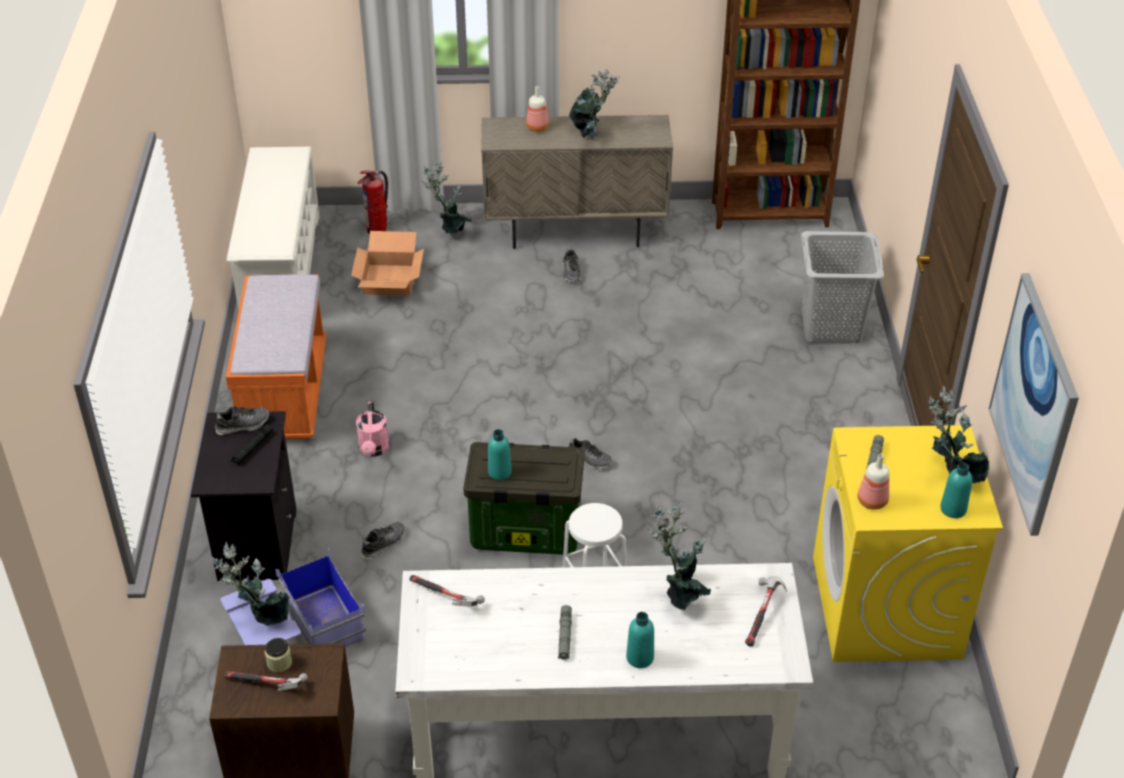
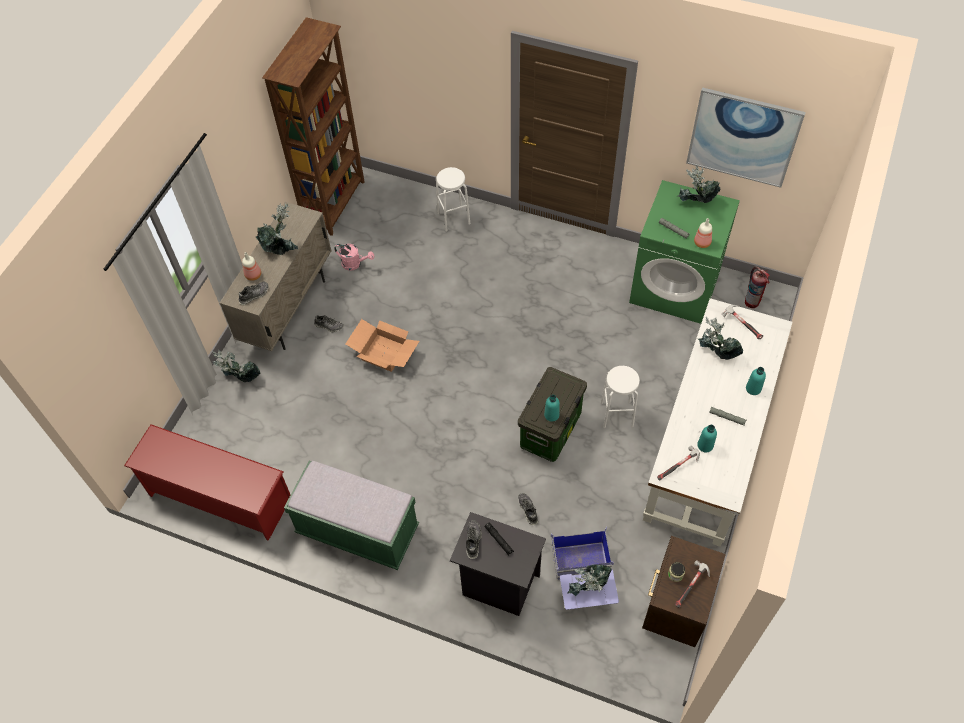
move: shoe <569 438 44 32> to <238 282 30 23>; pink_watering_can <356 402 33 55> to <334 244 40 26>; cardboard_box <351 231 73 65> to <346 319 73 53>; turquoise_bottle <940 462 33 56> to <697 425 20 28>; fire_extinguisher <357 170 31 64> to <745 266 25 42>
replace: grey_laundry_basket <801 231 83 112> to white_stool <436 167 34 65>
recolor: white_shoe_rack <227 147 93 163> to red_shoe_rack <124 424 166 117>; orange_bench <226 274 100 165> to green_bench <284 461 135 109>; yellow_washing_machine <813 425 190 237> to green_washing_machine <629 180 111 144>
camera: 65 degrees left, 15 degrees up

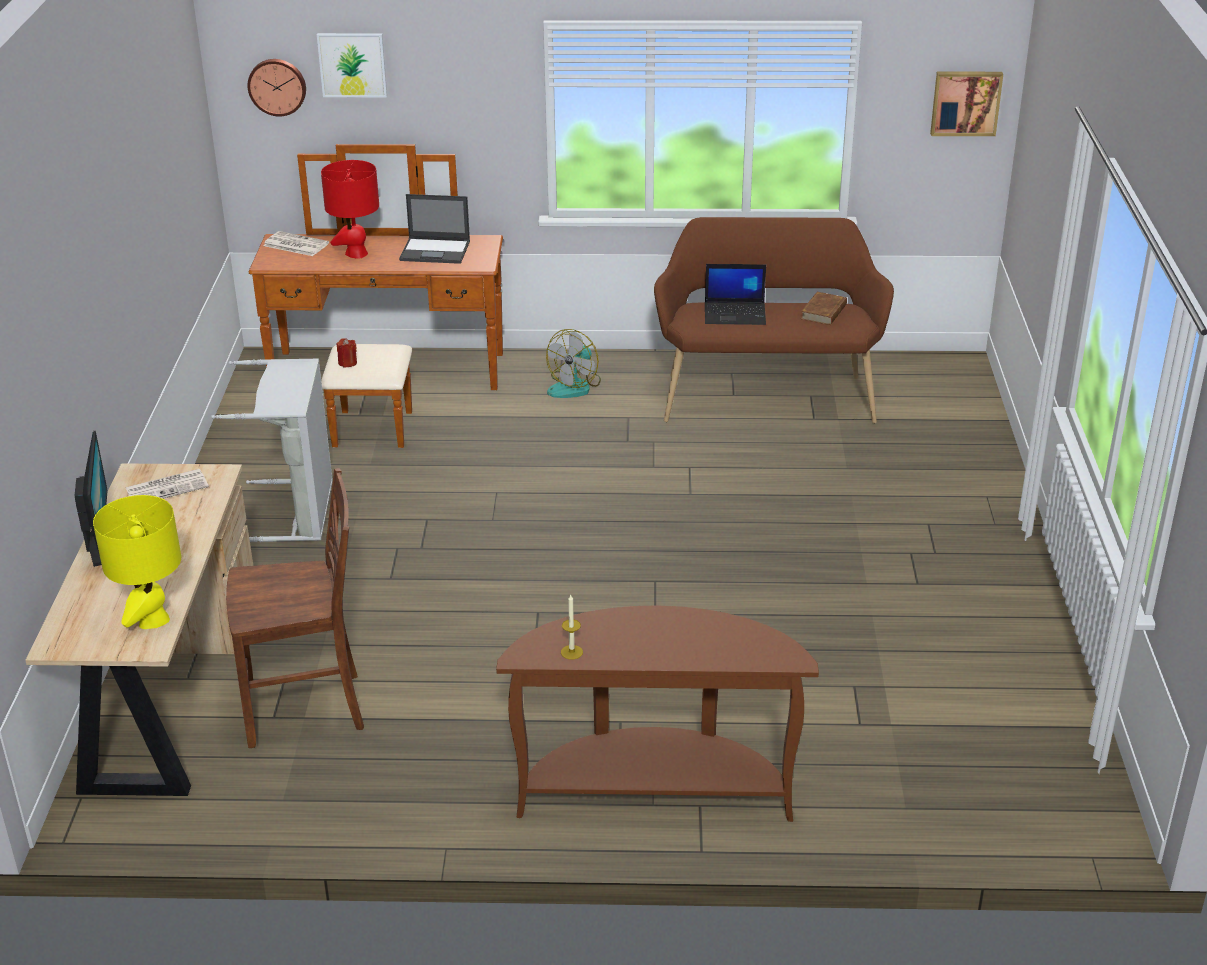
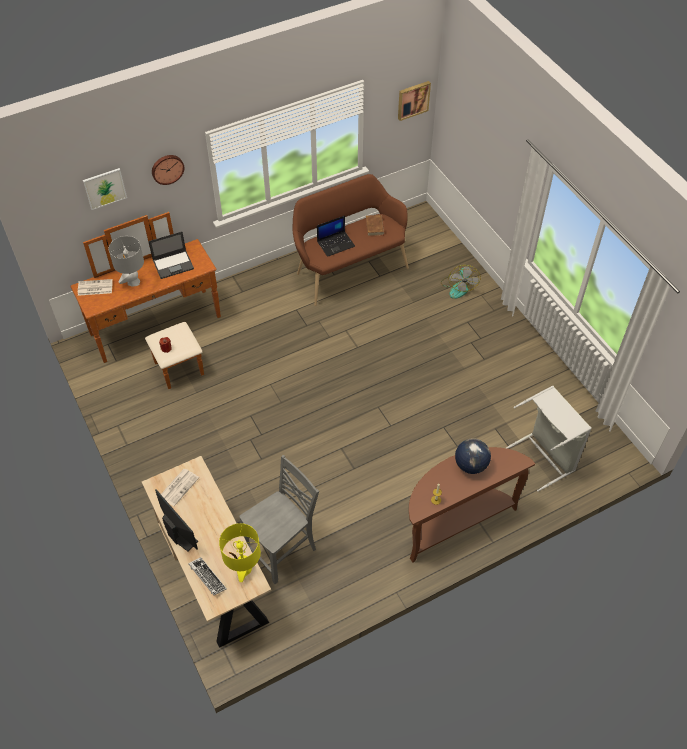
insert: keyboard <188 557 39 38>; globe <455 438 36 36>
move: wall_clock <248 59 58 58> to <152 155 32 30>; fan <546 329 55 69> to <441 265 40 34>; grey_laundry_basket <211 359 122 183> to <506 386 86 106>
recolor: red_table_lamp <321 160 58 99> to grey_table_lamp <109 236 35 51>; brown_chair <226 468 138 280> to grey_chair <239 455 80 129>
camera: 30 degrees left, 20 degrees up

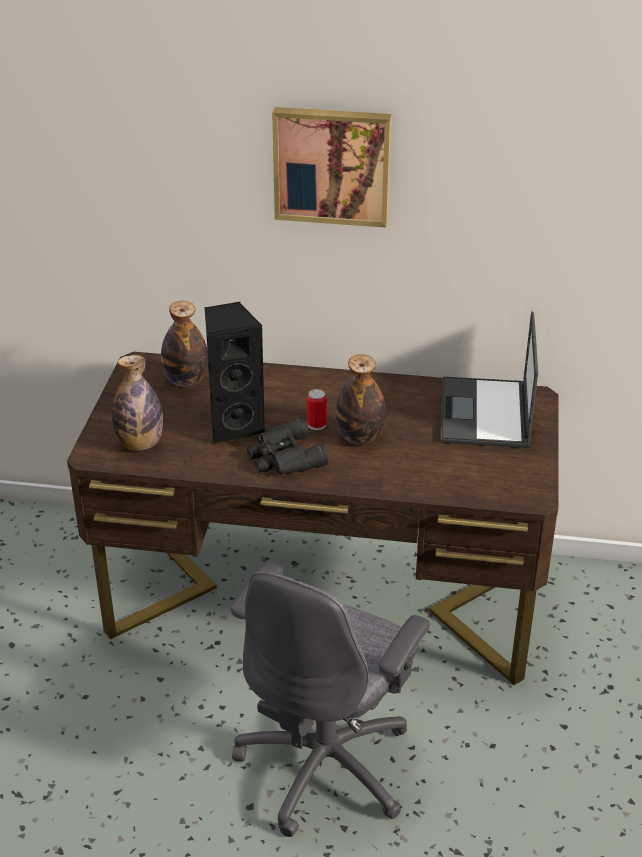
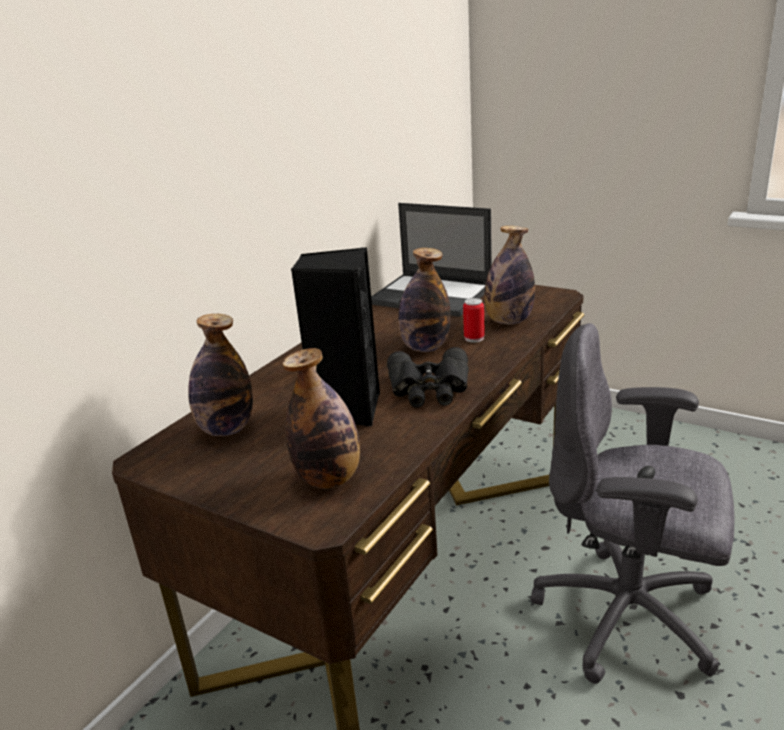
delete: picture <272 107 119 121>
insert: bottle <484 226 51 98>
move: can <307 389 20 41> to <463 298 22 44>
rotate: grey_office_chair <231 563 199 274> = <531 323 204 361> 150 degrees clockwise
camera: 65 degrees left, 10 degrees down

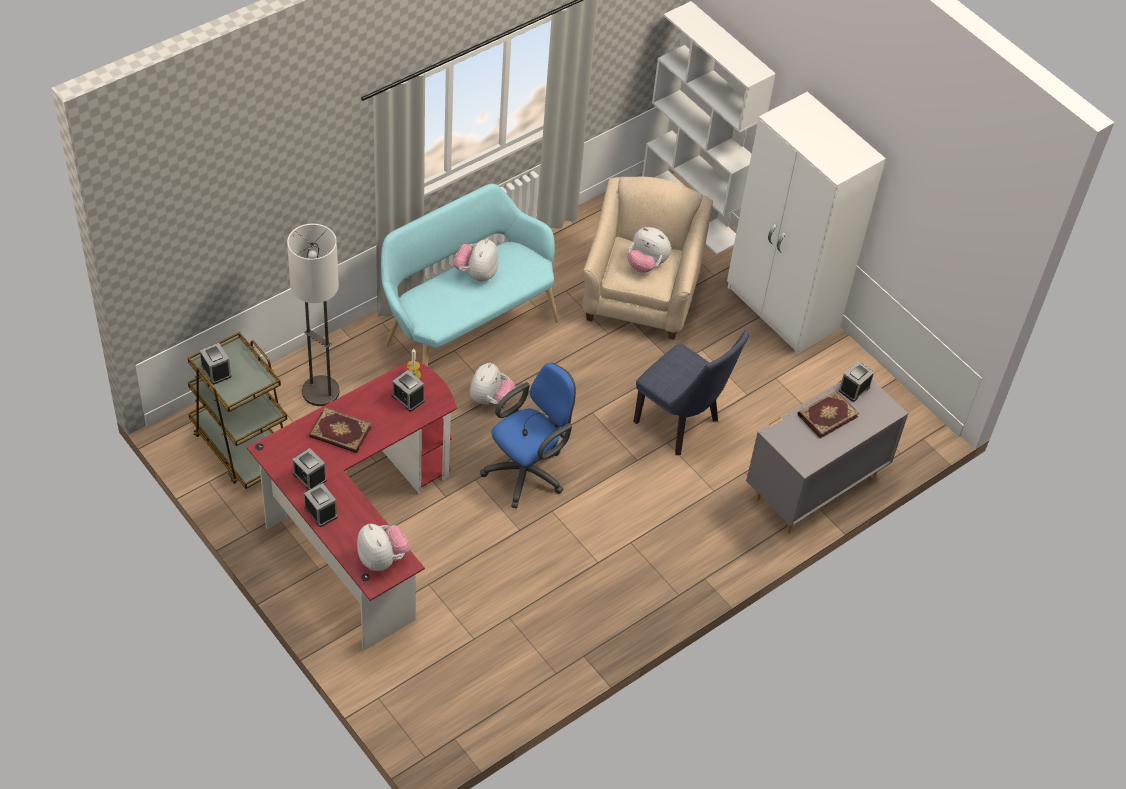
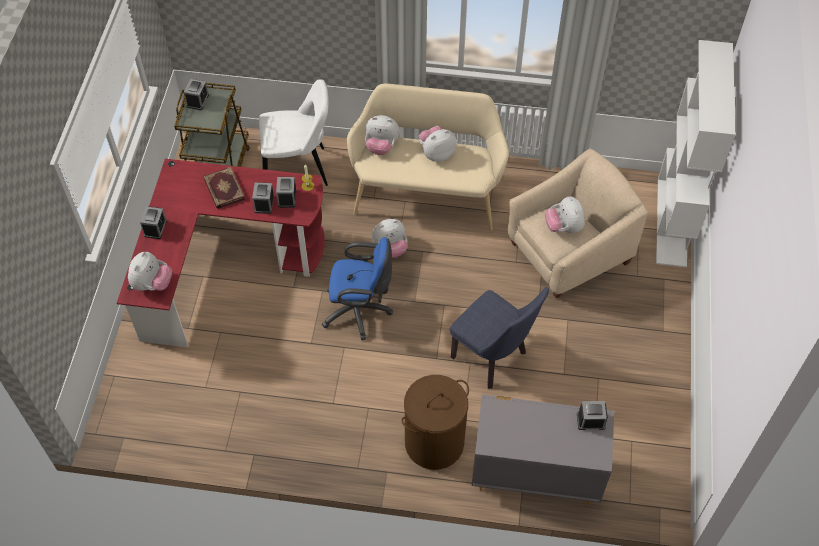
delete: white_wardrobe <727 92 159 262>; book <798 390 61 48>
insert: plush_toy <365 115 35 40>; brown_laundry_basket <401 375 68 95>
move: alarm_clock <292 448 35 42> to <252 182 22 32>
replace: floor_lamp <287 224 52 182> to white_chair <259 79 70 107>
recolor: turquoise_bench <381 184 178 183> to beige_bench <347 84 162 147>
rotate: blue_chair <633 330 117 125> = <450 287 99 102> 45 degrees counterclockwise
camera: 50 degrees right, 5 degrees up

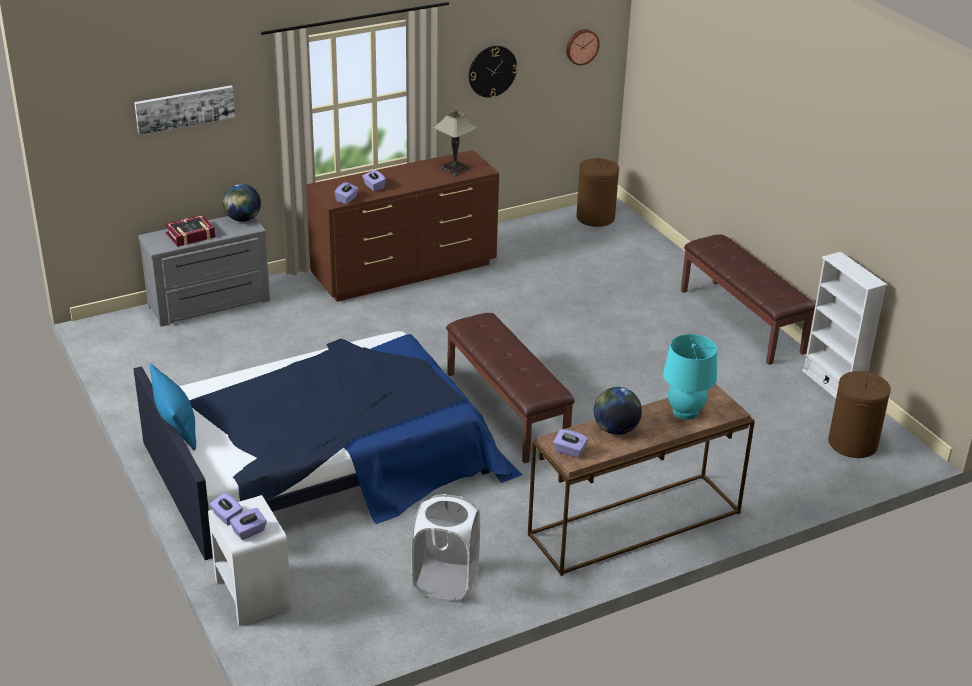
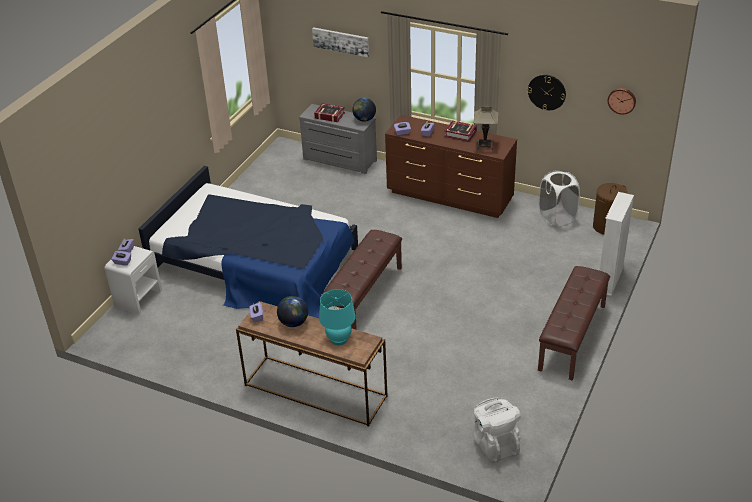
delete: blue_pillow <149 364 47 86>
insert: book <445 121 32 21>
move: white_laundry_basket <412 494 68 107> to <539 170 41 57>; white_bookcase <802 252 85 146> to <600 192 34 104>
replace: brown_laundry_basket <828 371 63 87> to white_backpack <474 398 47 64>
camera: 55 degrees right, 5 degrees up

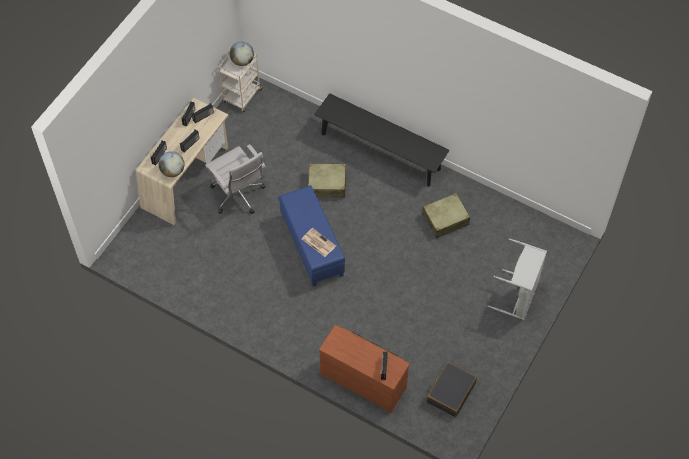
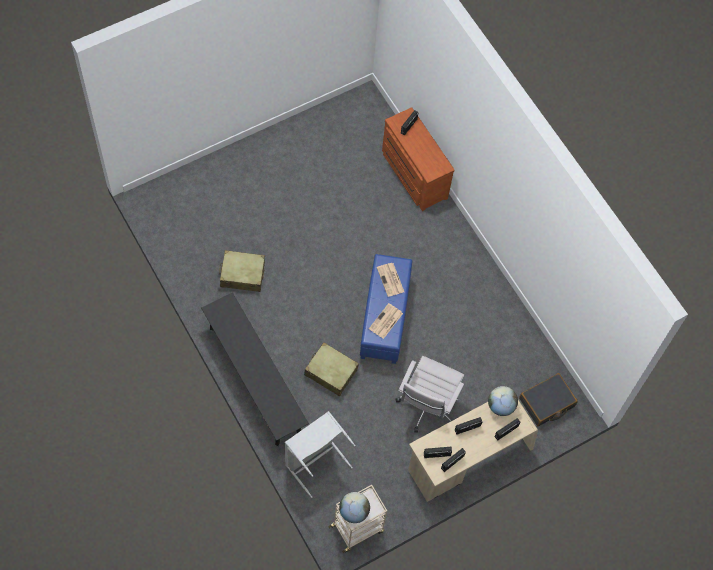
insert: newspaper <369 303 34 36>
move: grey_laundry_basket <488 238 59 82> to <285 411 71 87>; black_suitcase <427 362 50 55> to <519 373 59 53>
rotate: white_office_chair <205 144 61 70> = <395 356 69 77> 150 degrees counterclockwise
camera: 155 degrees left, 5 degrees up

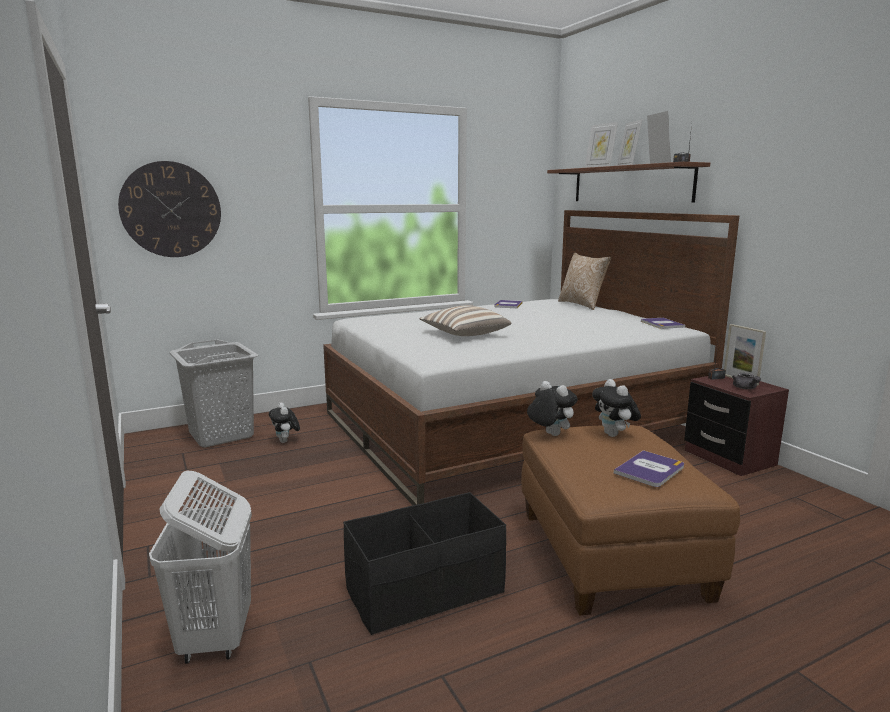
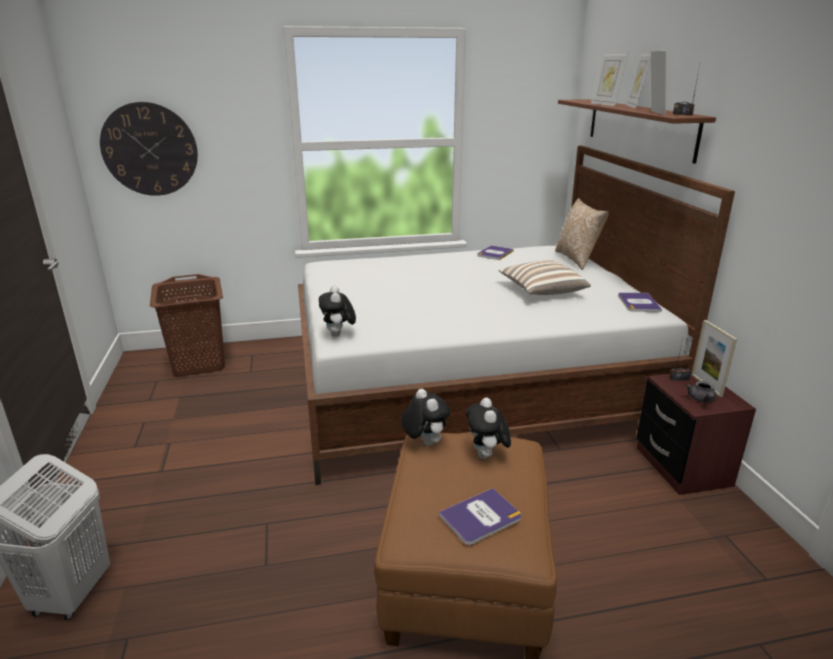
delete: black_storage_box <343 492 163 143>
move: plush_toy <269 402 31 41> to <319 286 37 51>; pillow <420 305 92 31> to <499 260 92 35>
recolor: grey_laundry_basket <169 339 89 108> to brown_laundry_basket <150 274 75 103>
camera: 15 degrees right, 10 degrees up

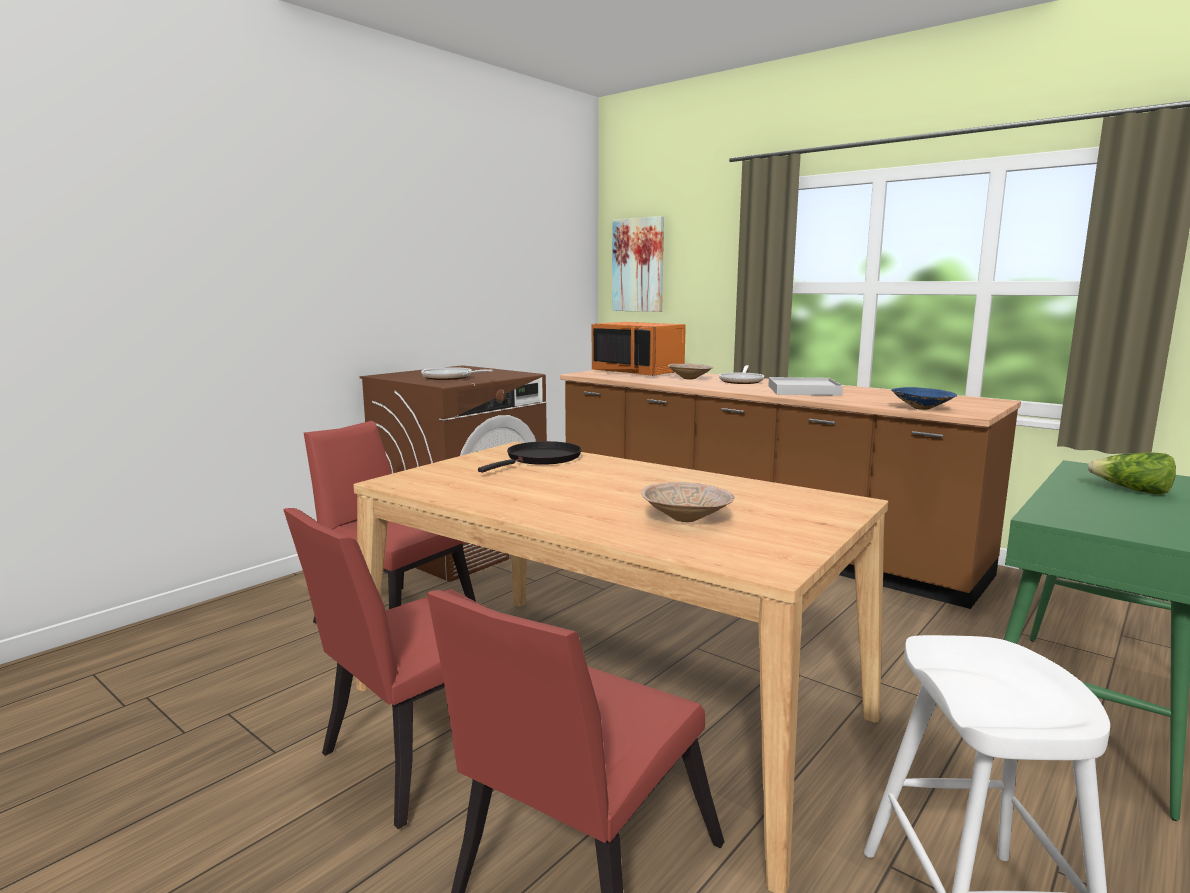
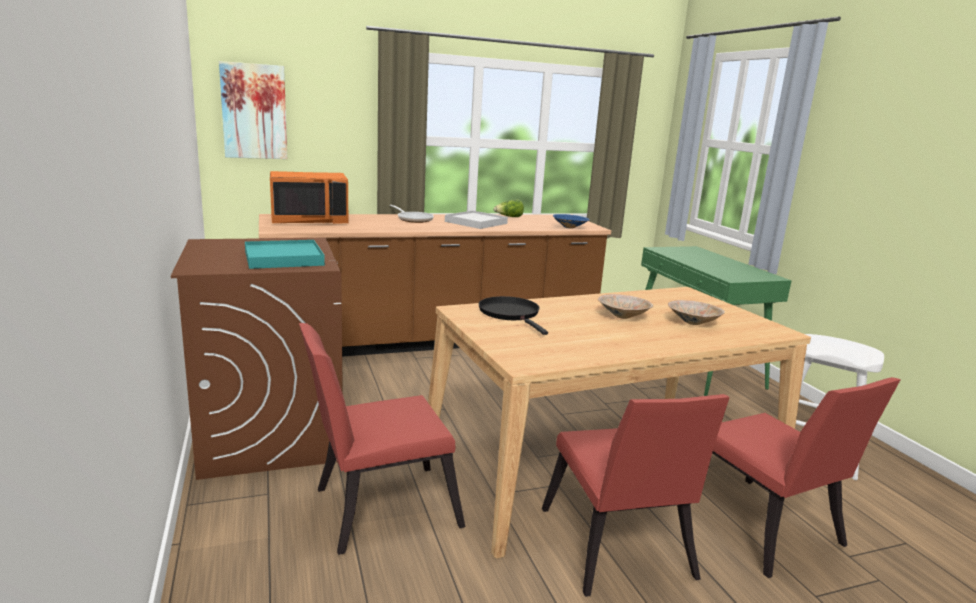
move: lettuce <1087 452 89 43> to <494 200 30 17>; beige_bowl <668 364 46 15> to <598 294 55 25>
replace: frying_pan <421 367 72 13> to turquoise_tray <245 240 80 29>
camera: 60 degrees left, 5 degrees up

